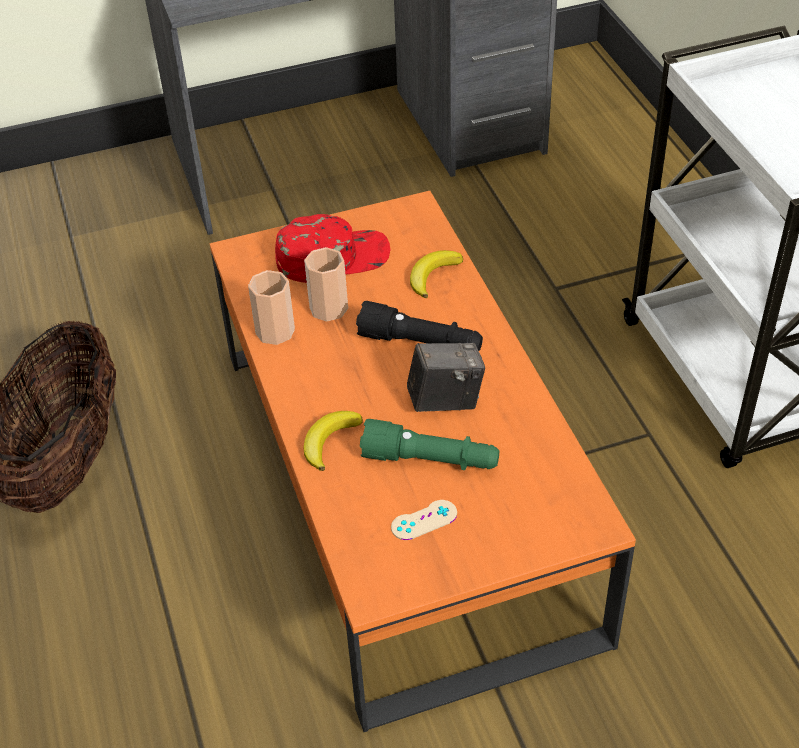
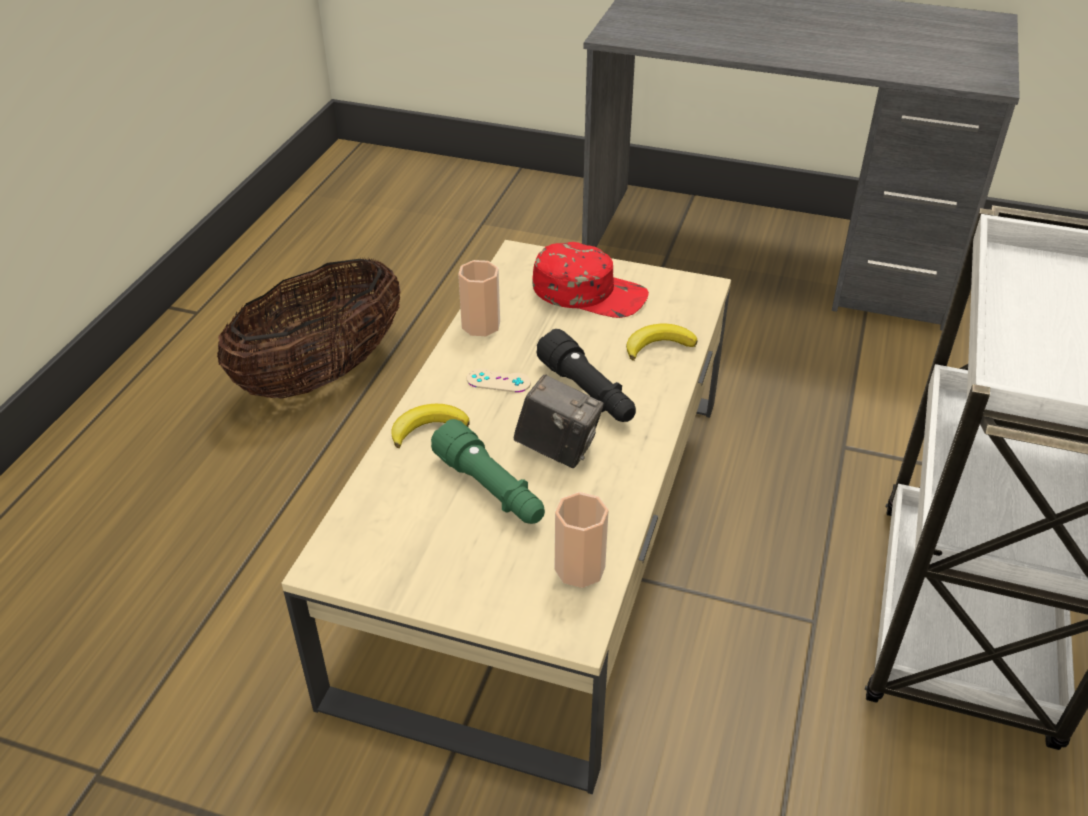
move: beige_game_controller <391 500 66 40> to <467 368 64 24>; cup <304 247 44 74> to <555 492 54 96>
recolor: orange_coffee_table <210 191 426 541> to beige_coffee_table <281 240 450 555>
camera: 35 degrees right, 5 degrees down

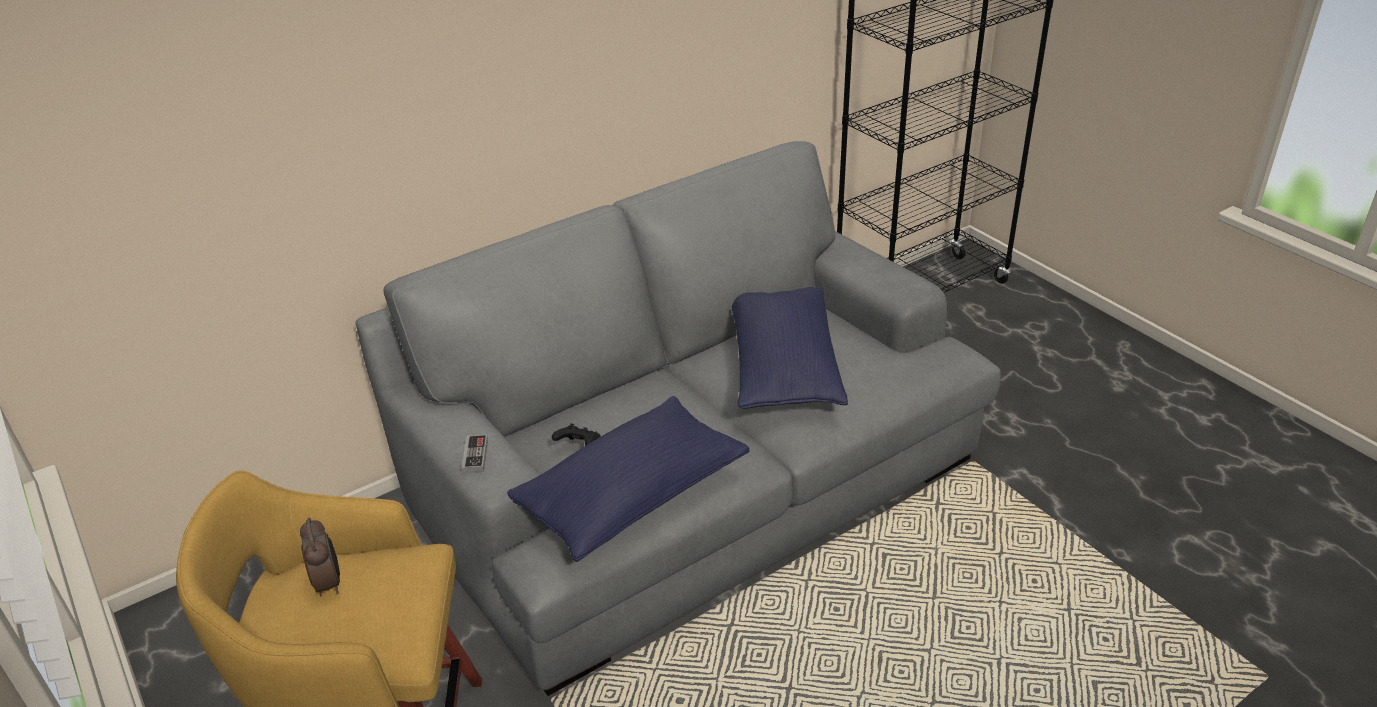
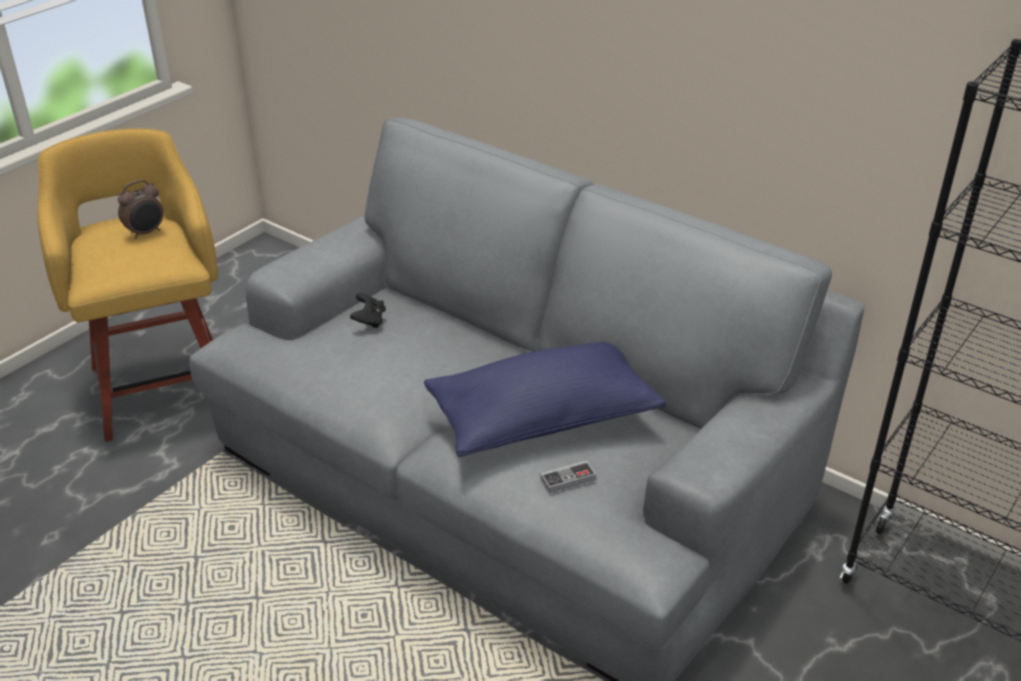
delete: blue_pillow <507 396 243 166>
move: game_controller <462 434 26 39> to <540 460 56 33>
camera: 70 degrees right, 0 degrees up

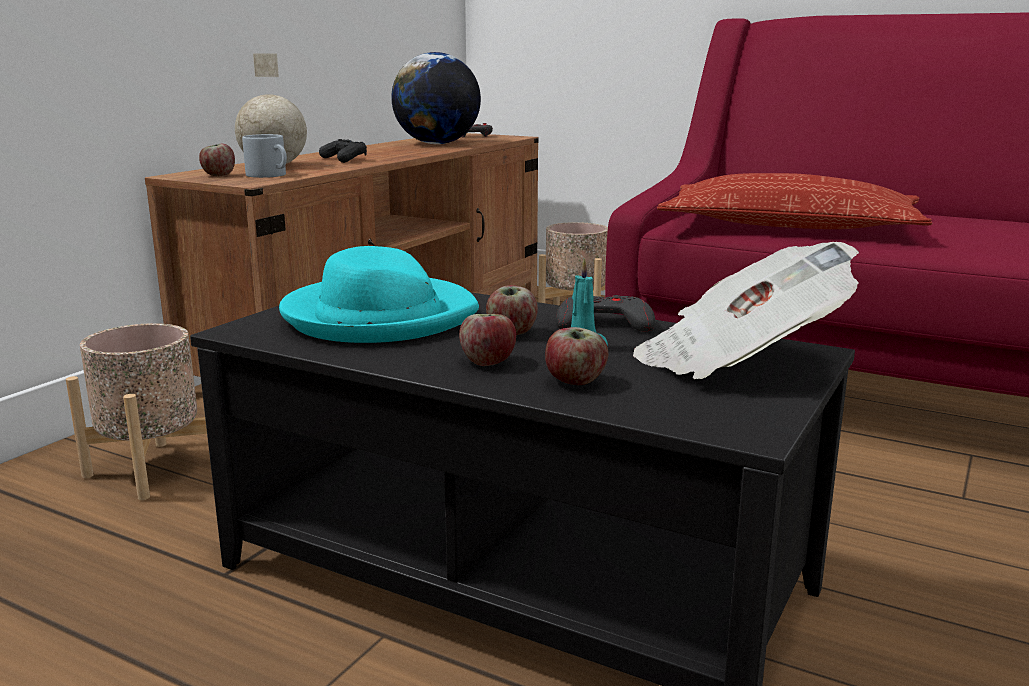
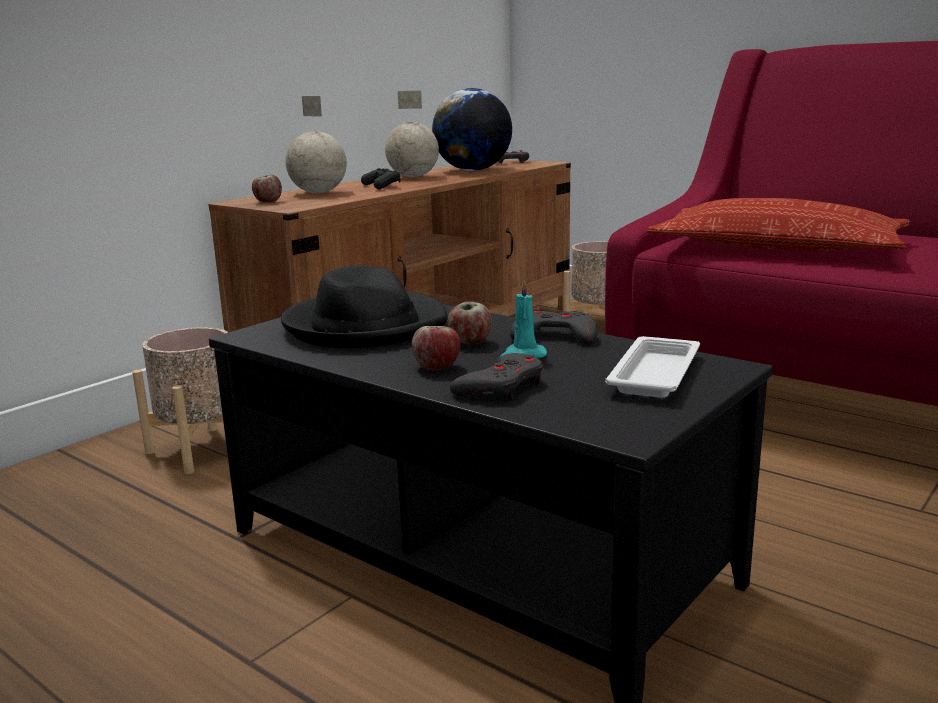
delete: grey_mug <242 134 45 44>
insert: globe <385 91 54 86>
replace: apple <545 327 63 58> to grey_game_controller <450 353 93 46>; newspaper <633 242 226 137> to white_tray <605 336 95 62>
recolor: turquoise_hat <279 246 200 97> to black_hat <281 265 167 83>
camera: 10 degrees right, 0 degrees up

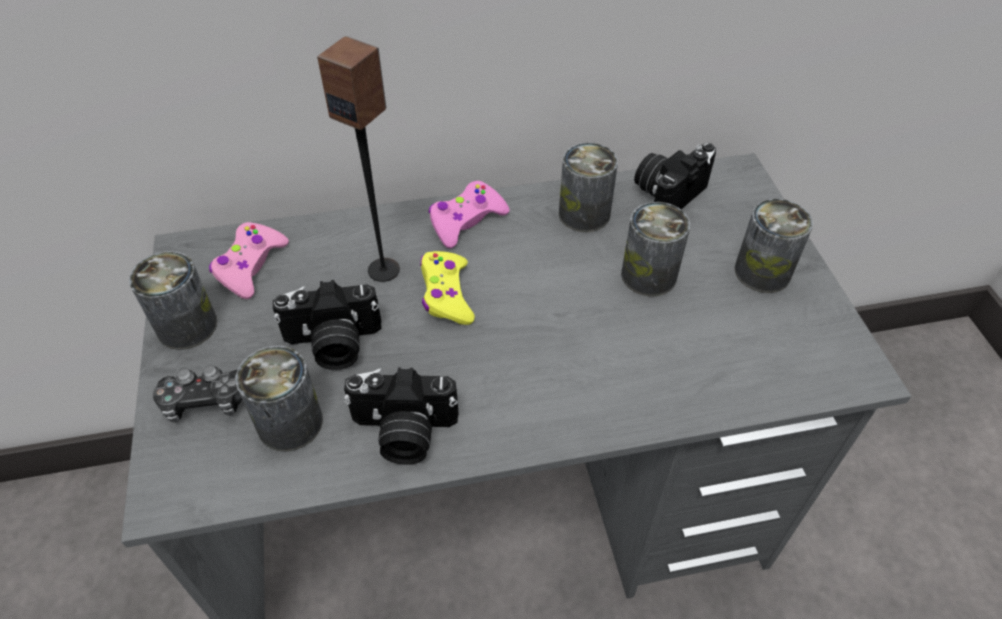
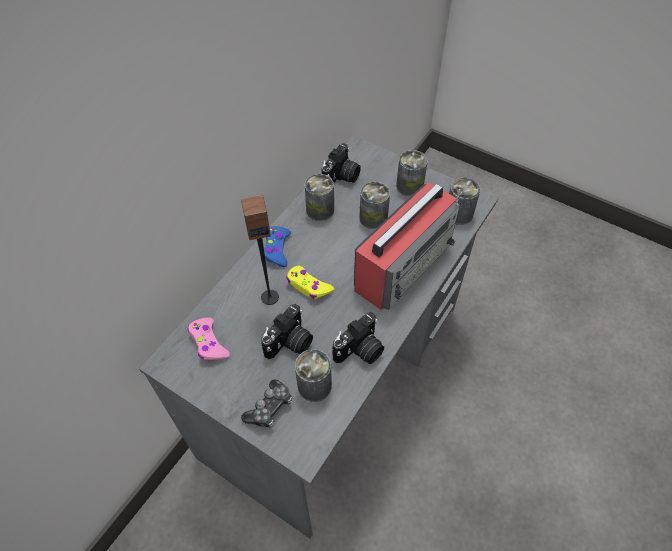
insert: radio <354 182 107 128>
move: can <129 251 88 99> to <449 177 31 48>
recolor: pink_game_controller <429 181 81 68> to blue_game_controller <264 226 27 41>
rotate: photo_camera <634 143 82 66> = <322 143 39 40> 150 degrees counterclockwise
camera: 45 degrees left, 5 degrees up

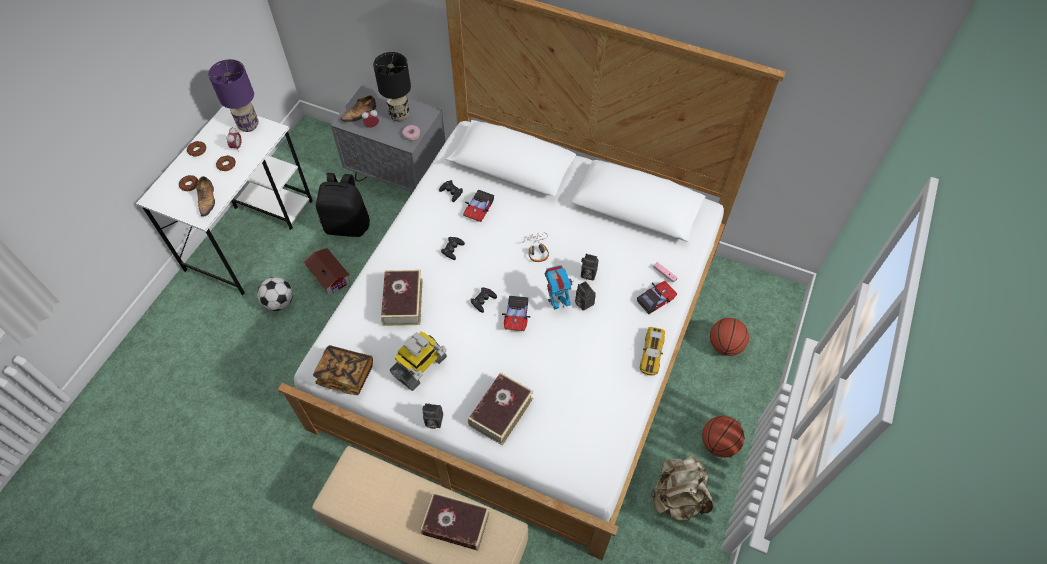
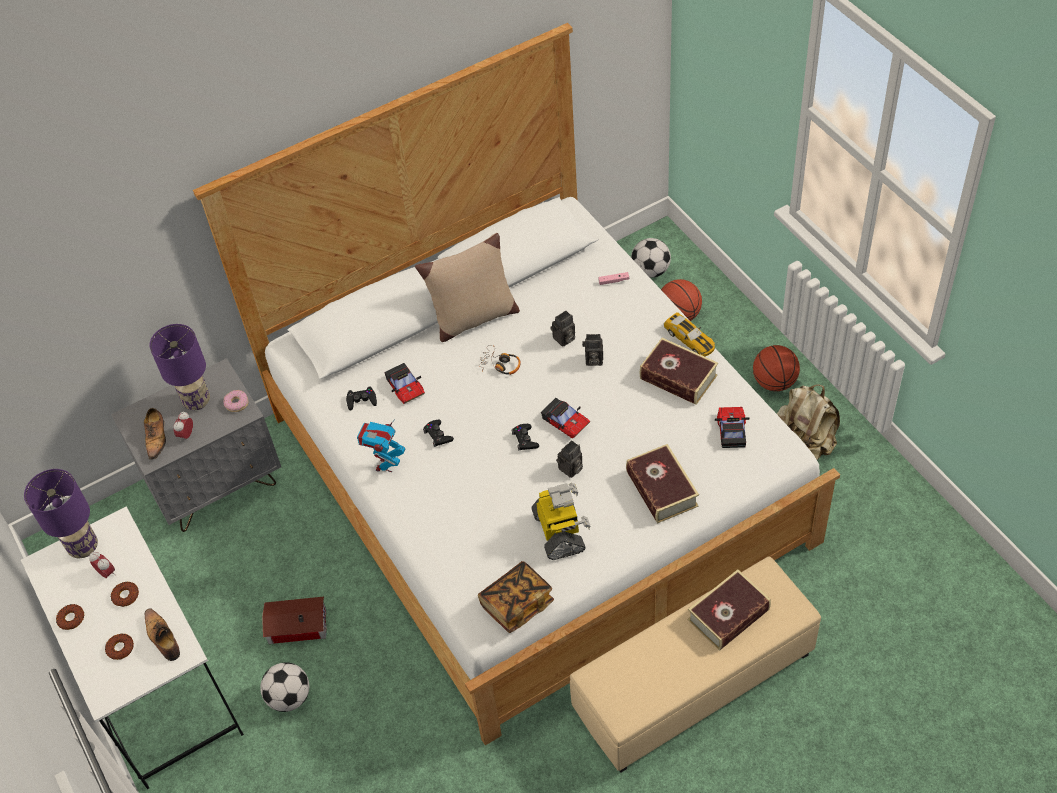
delete: black_backpack <316 173 54 64>
insert: beige_pillow <415 233 105 109>; football <631 238 40 40>
move: toy_robot <545 265 28 45> to <357 419 48 53>; photo_camera <423 403 20 26> to <556 440 27 38>; book <381 270 42 56> to <640 338 78 67>; toy_car <637 281 40 33> to <715 407 34 41>
recolor: black_table_lamp <373 52 38 69> to purple_table_lamp <149 324 61 86>
rotate: shoe <196 176 19 41> = <145 608 35 53> 150 degrees counterclockwise
camera: 50 degrees left, 5 degrees down

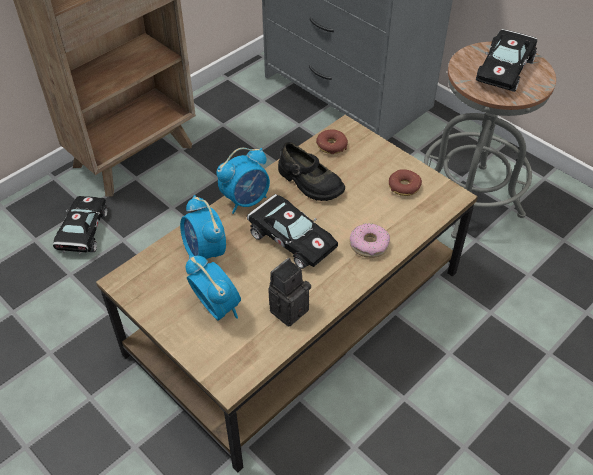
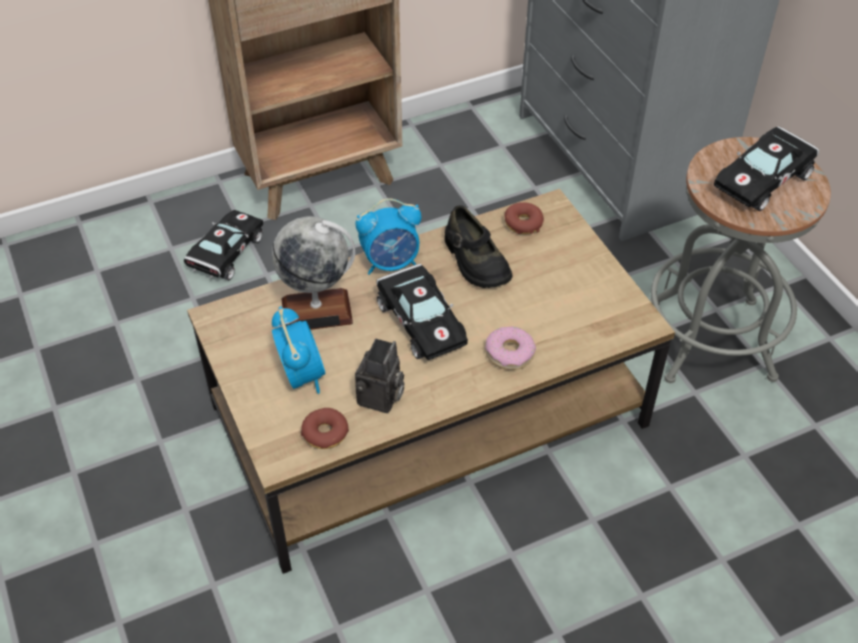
move: donut <389 169 33 27> to <301 408 48 41>
replace: alarm_clock <180 195 46 64> to globe <272 216 83 114>
rotate: photo_camera <268 258 43 68> = <355 339 49 74> 135 degrees clockwise
camera: 20 degrees right, 0 degrees up

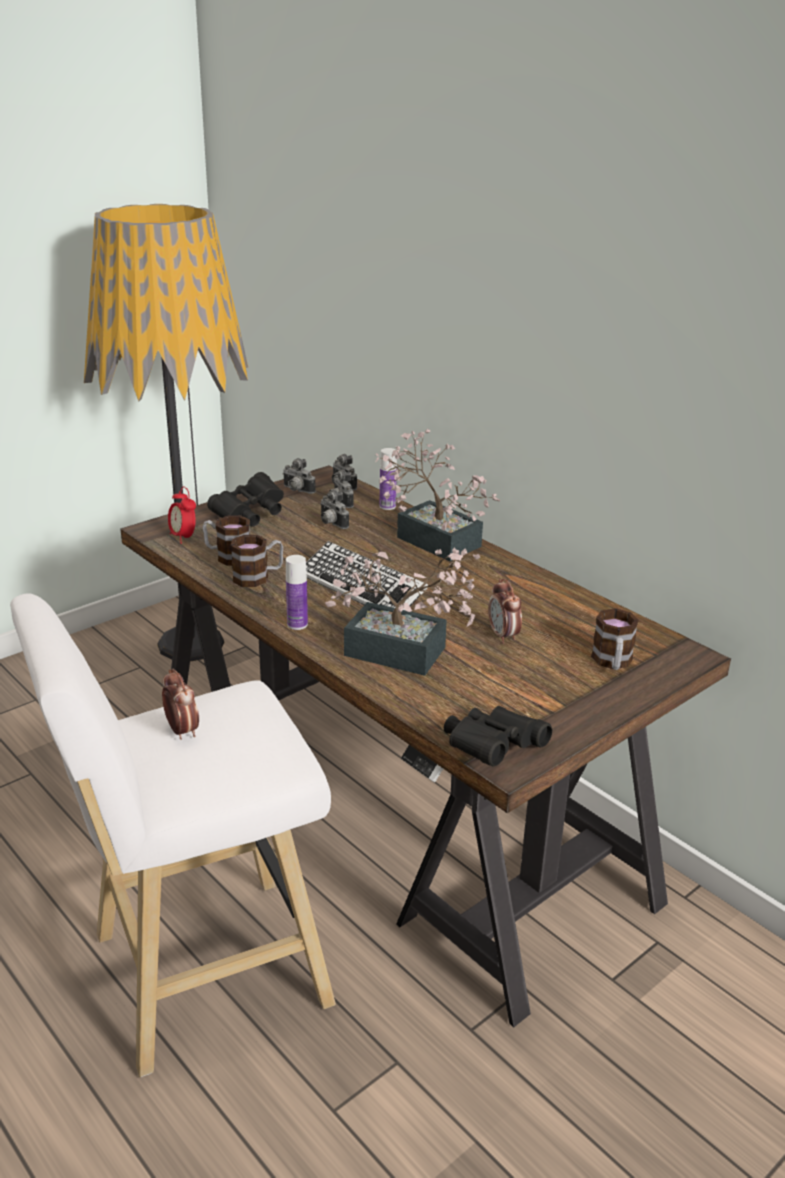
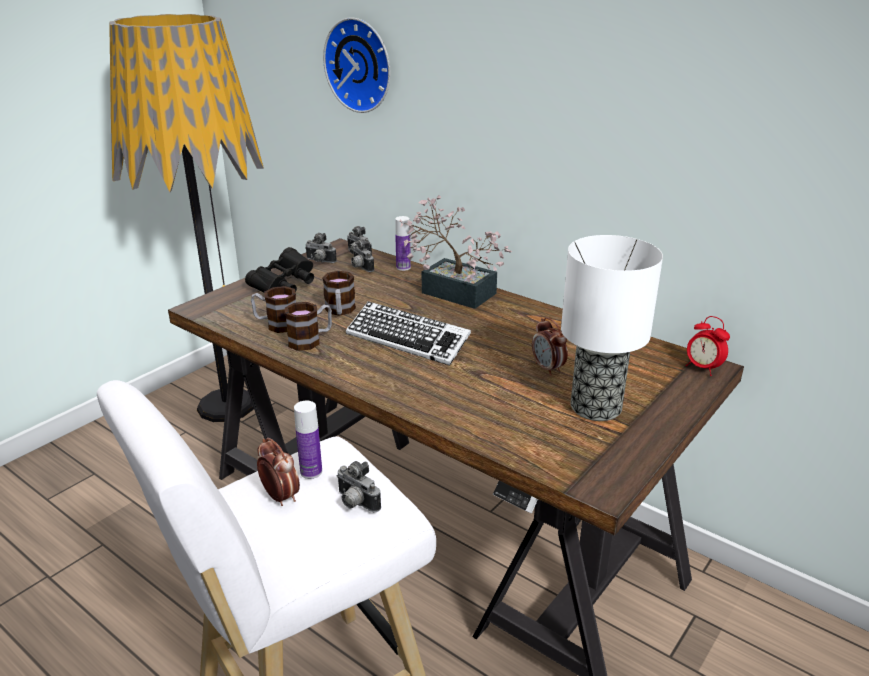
delete: potted_plant <325 548 155 128>; black_binoculars <444 706 108 60>
insert: wall_clock <323 17 67 96>; table_lamp <561 235 102 186>
move: bottle <286 555 22 75> to <294 401 28 78>; mug <591 608 48 62> to <322 271 34 44>; photo_camera <320 490 29 39> to <337 461 44 51>; alarm_clock <168 487 28 57> to <686 316 44 60>
camera: 10 degrees left, 0 degrees up

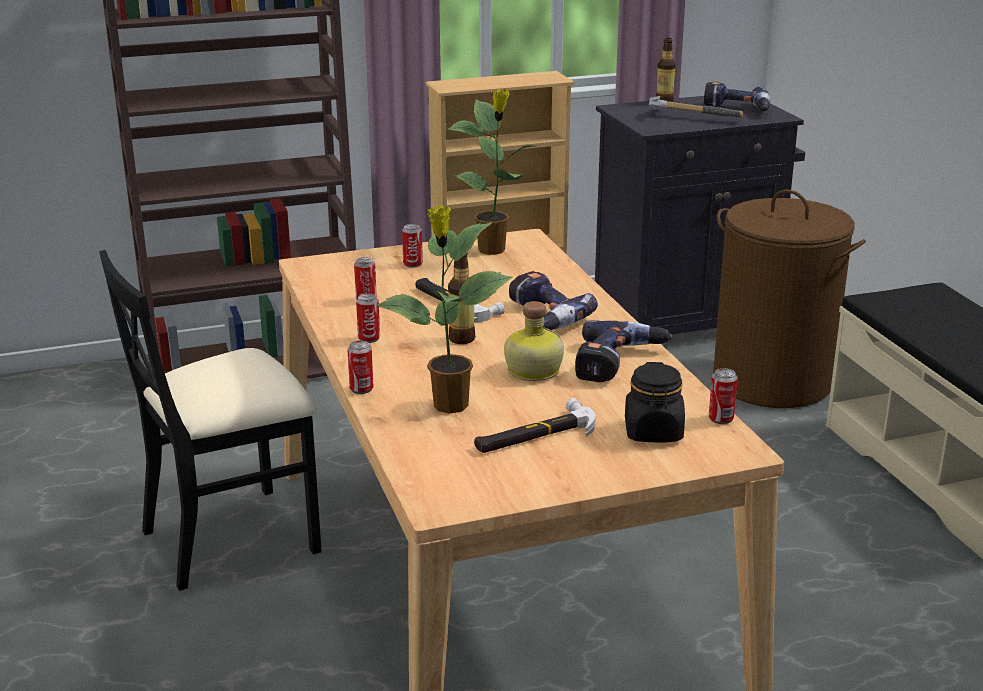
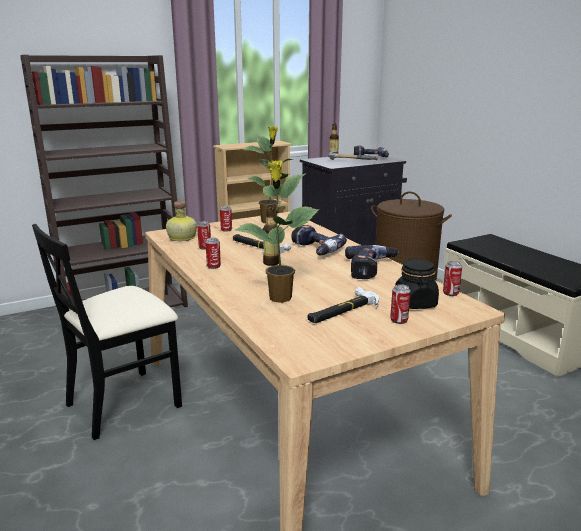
move: bottle <504 301 60 80> to <166 201 31 40>; can <348 340 25 54> to <390 284 21 40>
camera: 10 degrees left, 5 degrees down

